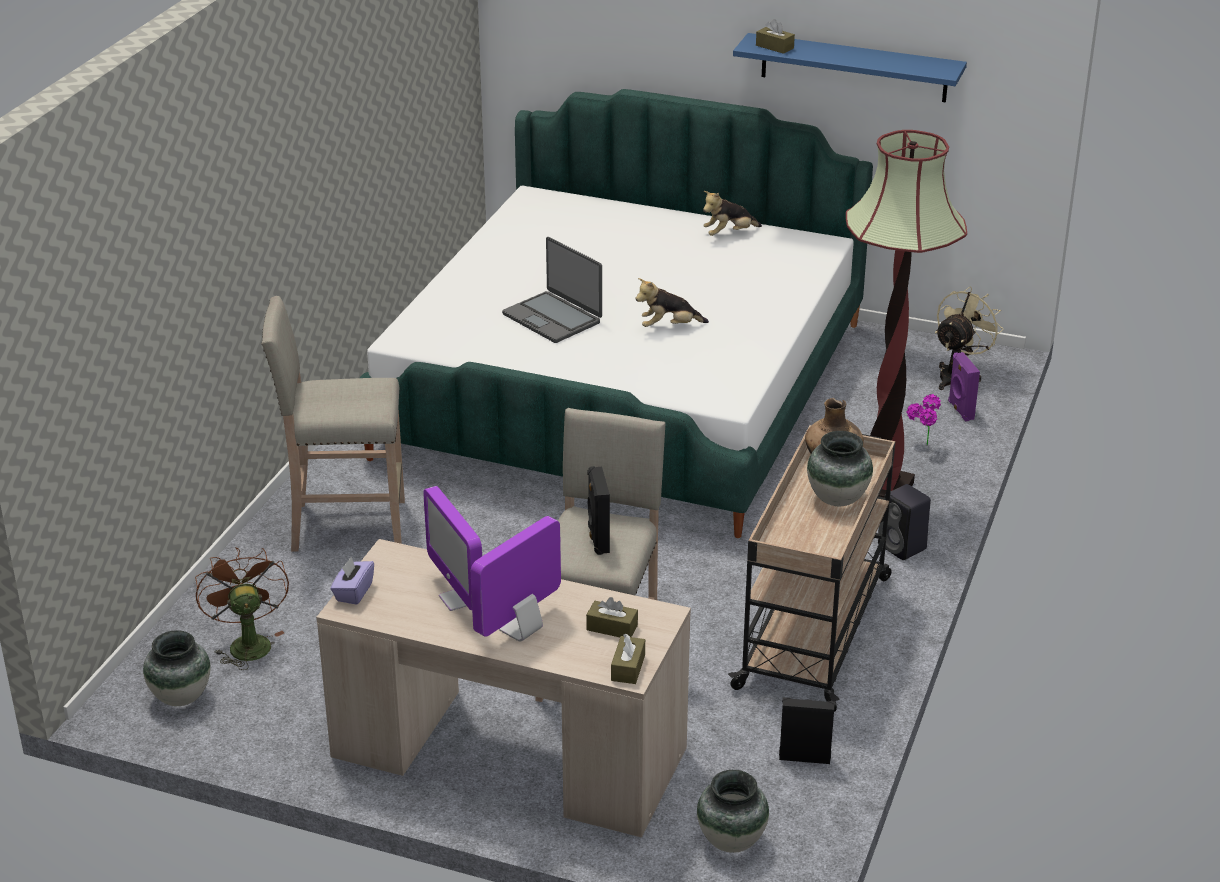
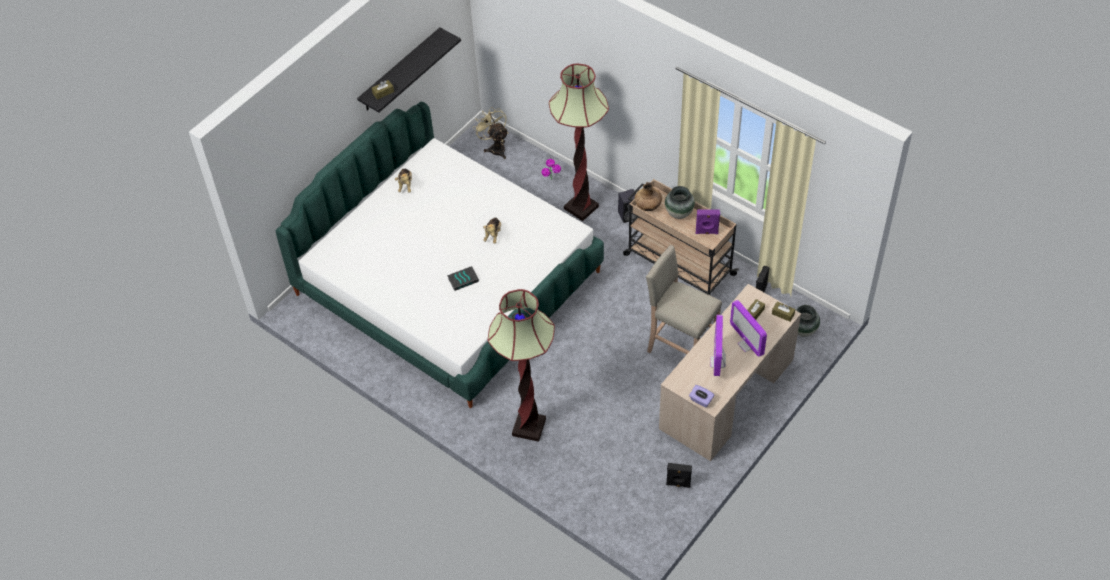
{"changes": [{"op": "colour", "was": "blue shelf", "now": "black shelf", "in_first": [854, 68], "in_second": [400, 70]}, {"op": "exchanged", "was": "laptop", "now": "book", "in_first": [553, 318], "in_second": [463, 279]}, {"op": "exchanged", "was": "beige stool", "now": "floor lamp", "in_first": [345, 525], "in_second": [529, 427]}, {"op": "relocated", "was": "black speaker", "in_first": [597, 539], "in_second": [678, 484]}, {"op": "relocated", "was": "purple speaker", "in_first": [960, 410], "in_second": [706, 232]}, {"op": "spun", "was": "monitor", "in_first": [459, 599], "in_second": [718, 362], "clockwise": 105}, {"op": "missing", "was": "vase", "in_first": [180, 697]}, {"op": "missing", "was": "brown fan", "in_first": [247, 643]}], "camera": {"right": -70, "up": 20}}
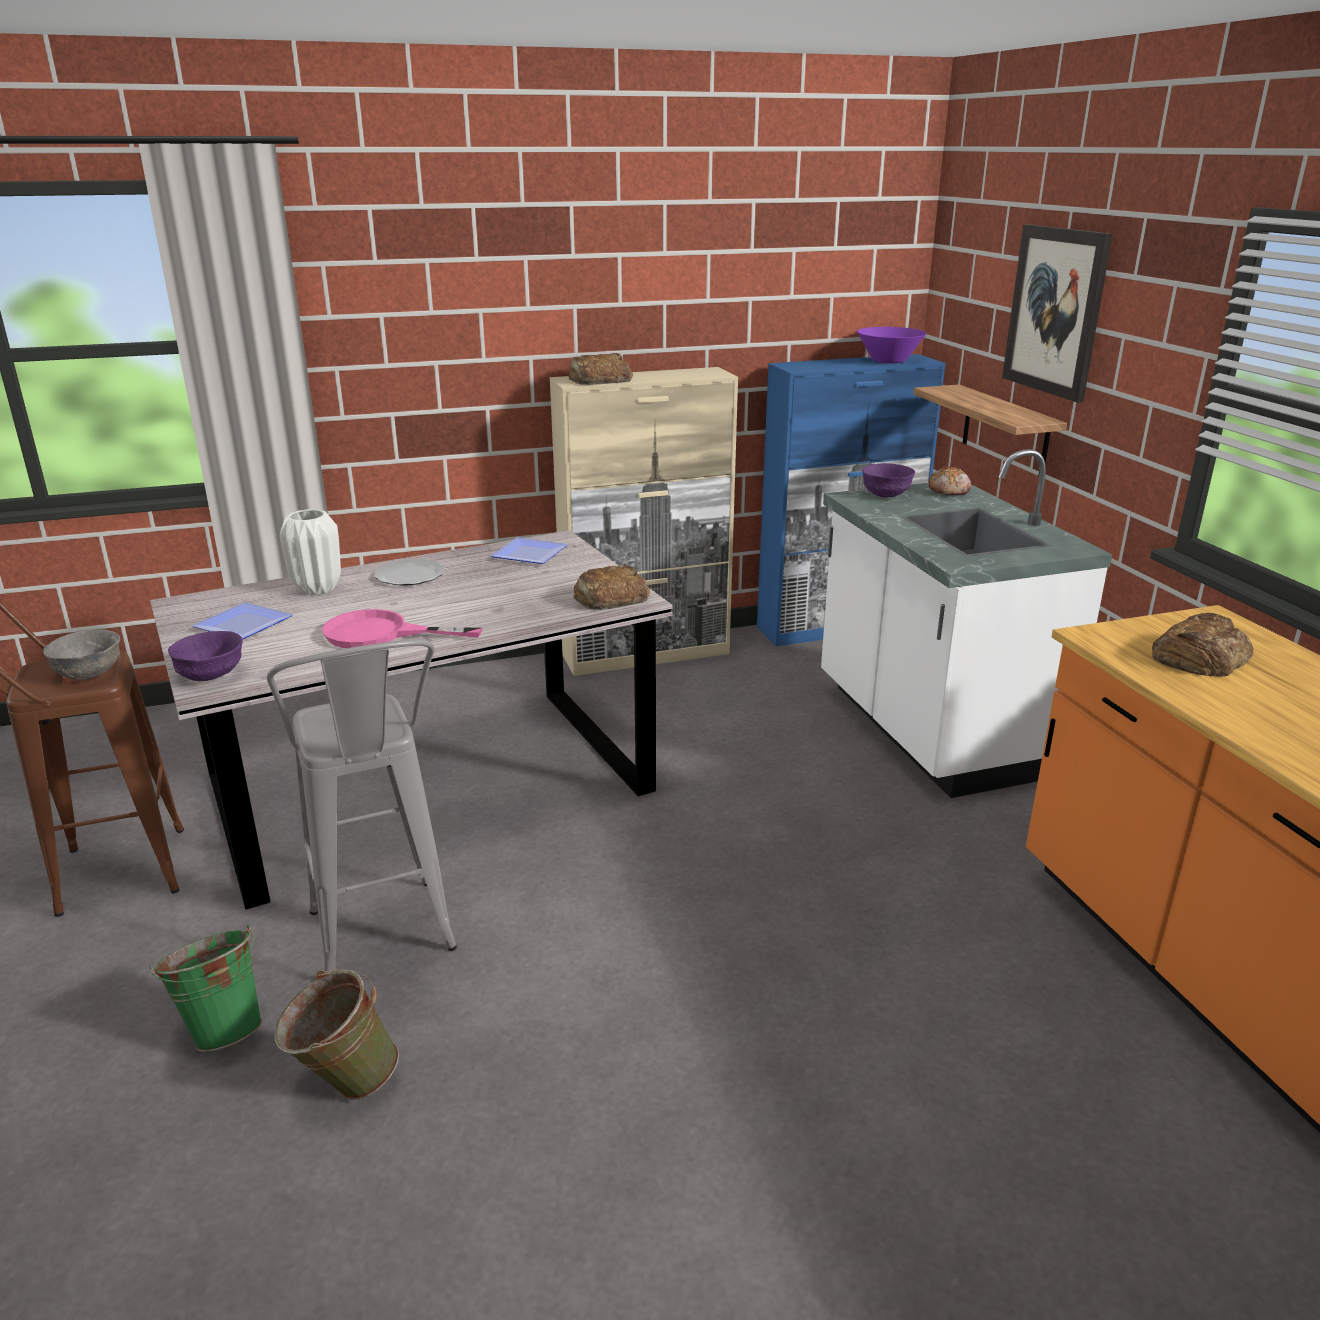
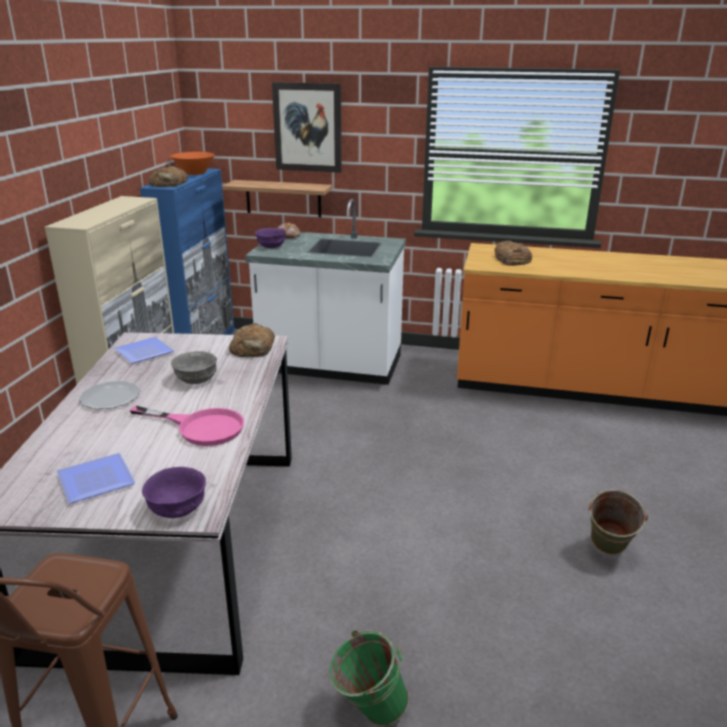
{"changes": [{"op": "spun", "was": "pink frying pan", "in_first": [381, 634], "in_second": [201, 427], "clockwise": -105}, {"op": "relocated", "was": "bread", "in_first": [598, 379], "in_second": [169, 183]}, {"op": "colour", "was": "purple bowl", "now": "orange bowl", "in_first": [889, 361], "in_second": [194, 173]}, {"op": "relocated", "was": "grey bowl", "in_first": [90, 673], "in_second": [197, 379]}, {"op": "relocated", "was": "green bucket", "in_first": [343, 1082], "in_second": [607, 552]}, {"op": "missing", "was": "grey stool", "in_first": [386, 947]}, {"op": "missing", "was": "white vase", "in_first": [318, 589]}], "camera": {"right": -60, "up": 0}}
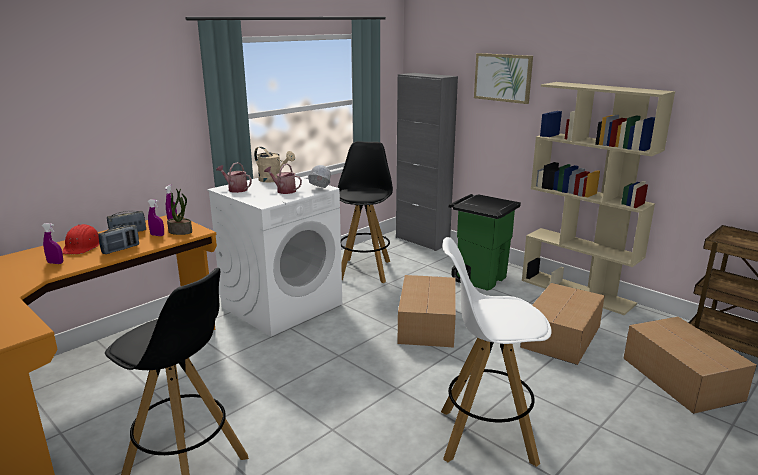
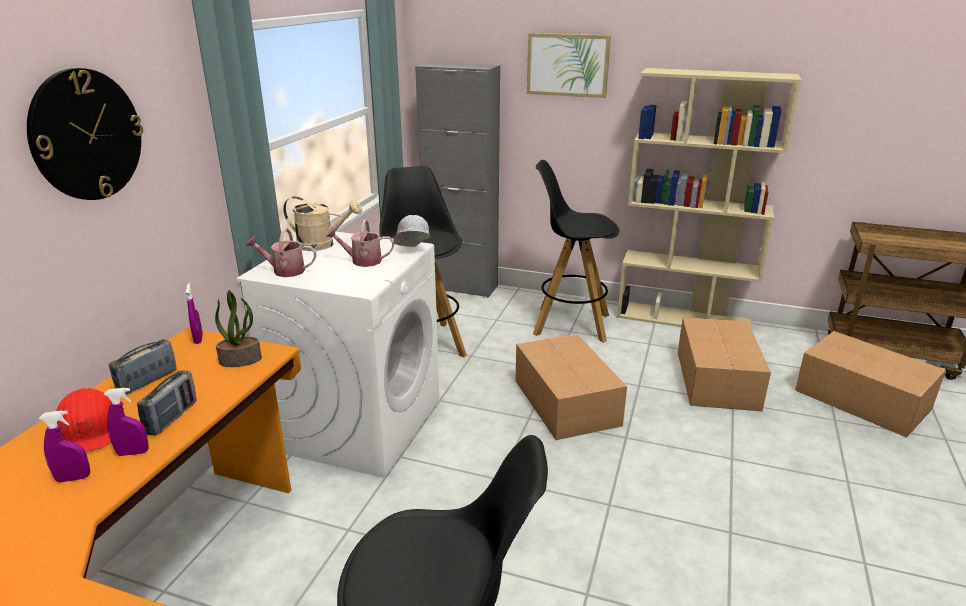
{"changes": [{"op": "appeared", "now": "wall clock", "in_second": [86, 135]}, {"op": "relocated", "was": "purple spray bottle", "in_first": [157, 235], "in_second": [133, 453]}, {"op": "exchanged", "was": "green trash can", "now": "black stool", "in_first": [479, 278], "in_second": [570, 324]}, {"op": "missing", "was": "white stool", "in_first": [485, 436]}], "camera": {"right": -25, "up": 5}}
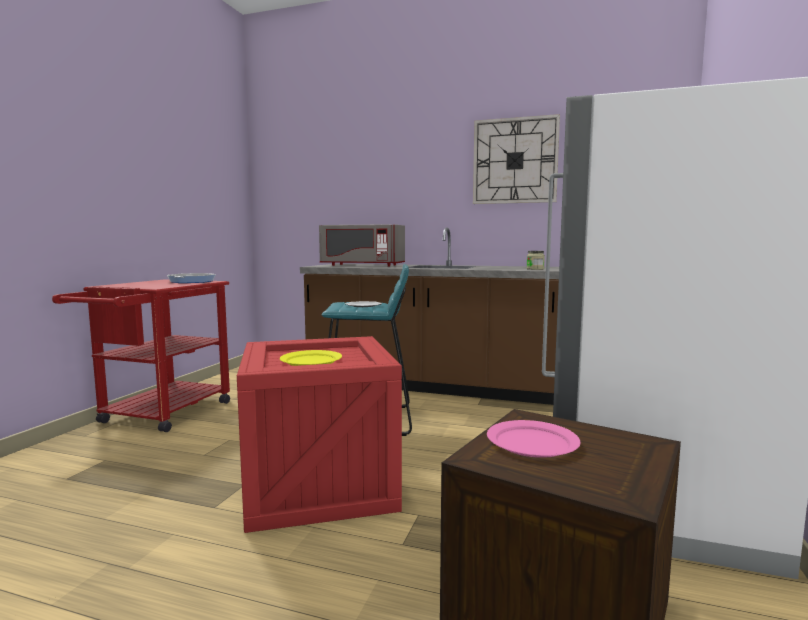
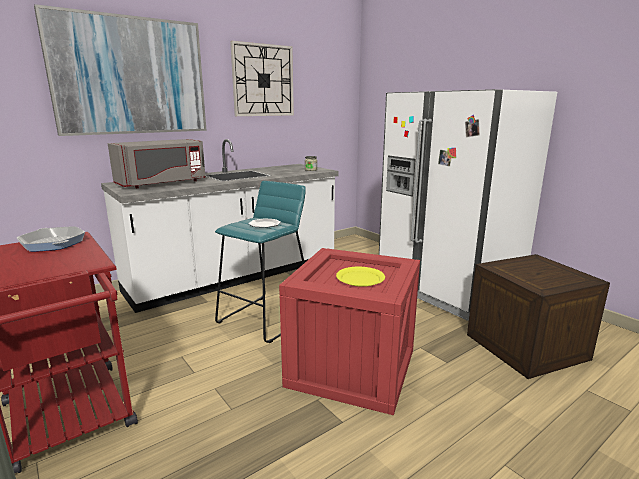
{"changes": [{"op": "appeared", "now": "picture", "in_second": [130, 76]}, {"op": "colour", "was": "brown counter", "now": "white counter", "in_first": [431, 385], "in_second": [236, 276]}, {"op": "missing", "was": "pink plate", "in_first": [531, 443]}], "camera": {"right": -55, "up": 10}}
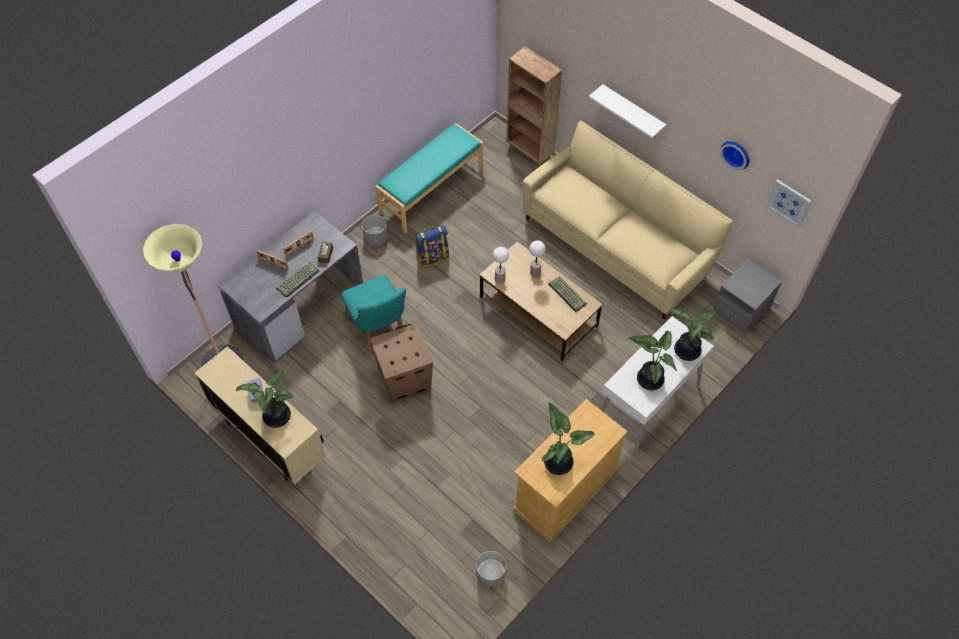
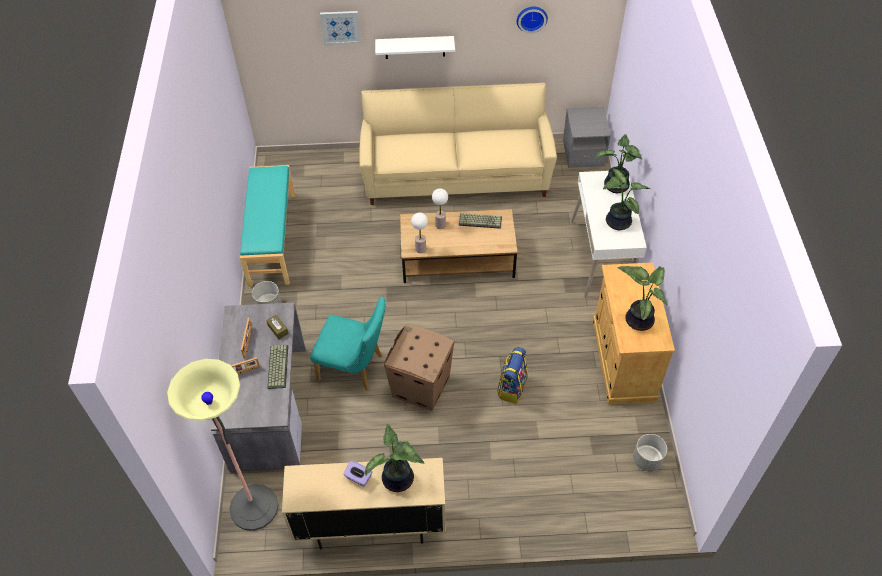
{"changes": [{"op": "relocated", "was": "picture", "in_first": [789, 202], "in_second": [340, 27]}, {"op": "relocated", "was": "backpack", "in_first": [432, 257], "in_second": [511, 387]}, {"op": "missing", "was": "brown bookcase", "in_first": [529, 155]}], "camera": {"right": -45, "up": -5}}
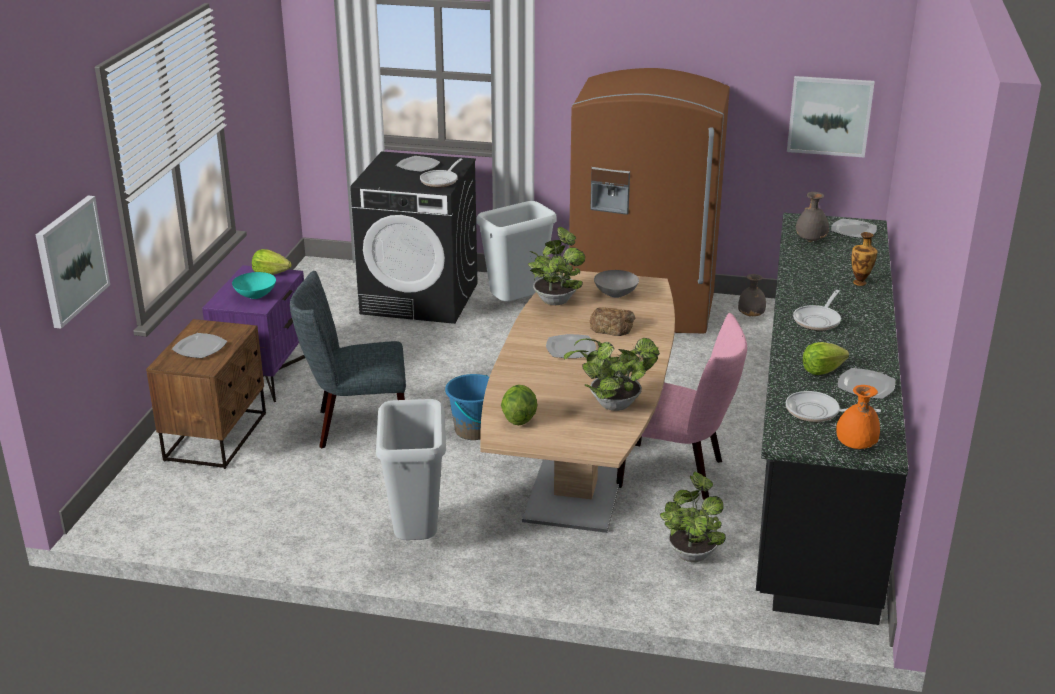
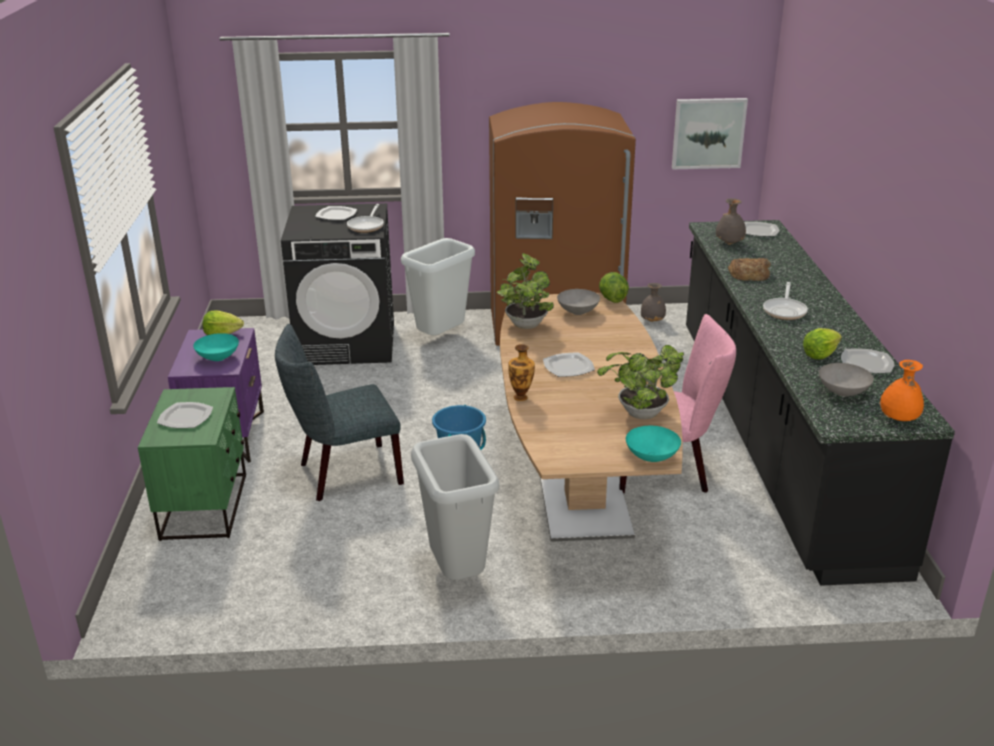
{"changes": [{"op": "colour", "was": "brown nightstand", "now": "green nightstand", "in_first": [217, 436], "in_second": [205, 506]}, {"op": "relocated", "was": "vase", "in_first": [860, 282], "in_second": [521, 397]}, {"op": "relocated", "was": "lettuce", "in_first": [518, 418], "in_second": [612, 299]}, {"op": "appeared", "now": "turquoise bowl", "in_second": [650, 457]}, {"op": "relocated", "was": "bread", "in_first": [611, 326], "in_second": [749, 274]}, {"op": "exchanged", "was": "frying pan", "now": "grey bowl", "in_first": [817, 412], "in_second": [843, 393]}, {"op": "missing", "was": "picture", "in_first": [71, 260]}, {"op": "missing", "was": "potted plant", "in_first": [691, 552]}], "camera": {"right": -15, "up": 0}}
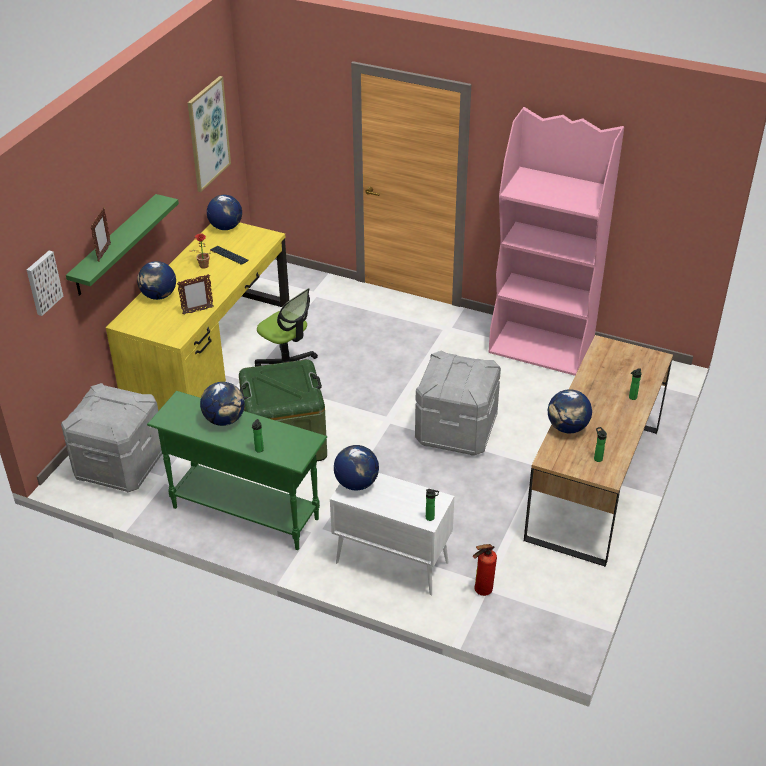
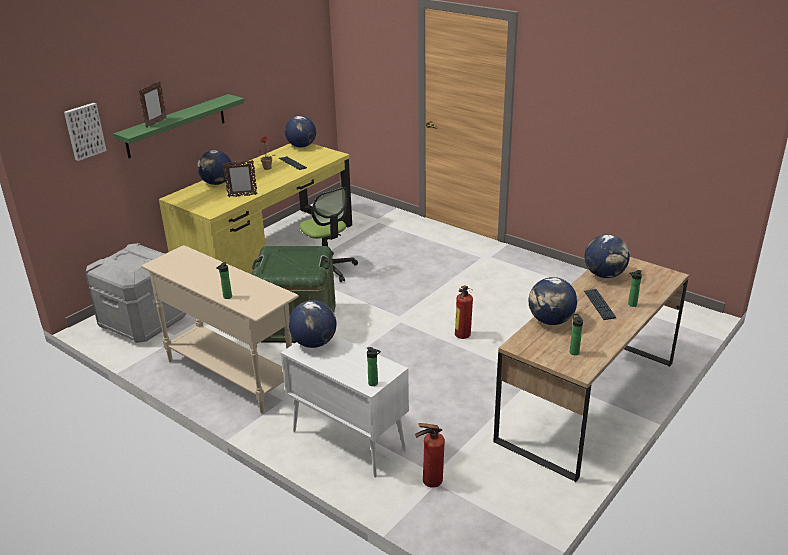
{"changes": [{"op": "colour", "was": "green console table", "now": "beige console table", "in_first": [245, 512], "in_second": [230, 374]}, {"op": "exchanged", "was": "grey storage box", "now": "fire extinguisher", "in_first": [456, 431], "in_second": [462, 337]}, {"op": "relocated", "was": "globe", "in_first": [224, 420], "in_second": [604, 275]}, {"op": "appeared", "now": "keyboard", "in_second": [599, 305]}, {"op": "missing", "was": "picture", "in_first": [208, 134]}, {"op": "missing", "was": "pink bookcase", "in_first": [542, 348]}], "camera": {"right": 15, "up": -10}}
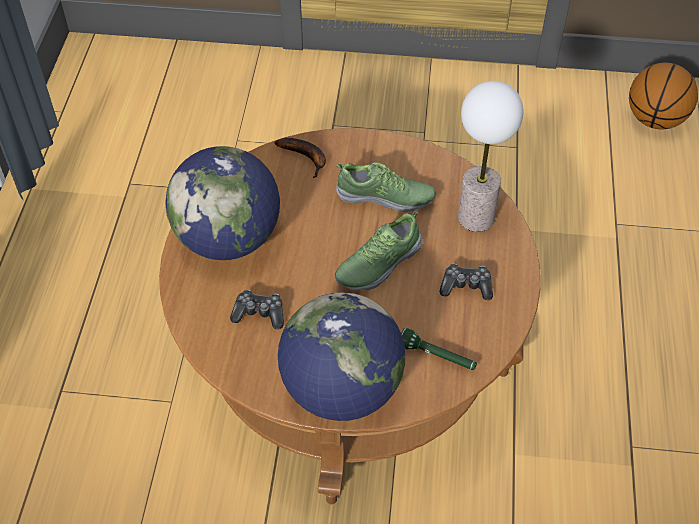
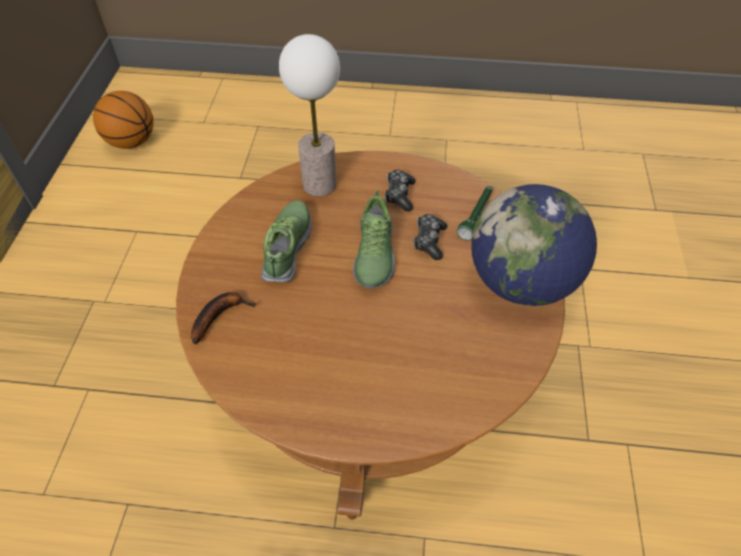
{"changes": [{"op": "spun", "was": "shoe", "in_first": [378, 263], "in_second": [373, 254], "clockwise": 45}, {"op": "relocated", "was": "game controller", "in_first": [259, 314], "in_second": [429, 241]}, {"op": "missing", "was": "globe", "in_first": [228, 239]}], "camera": {"right": -90, "up": 0}}
